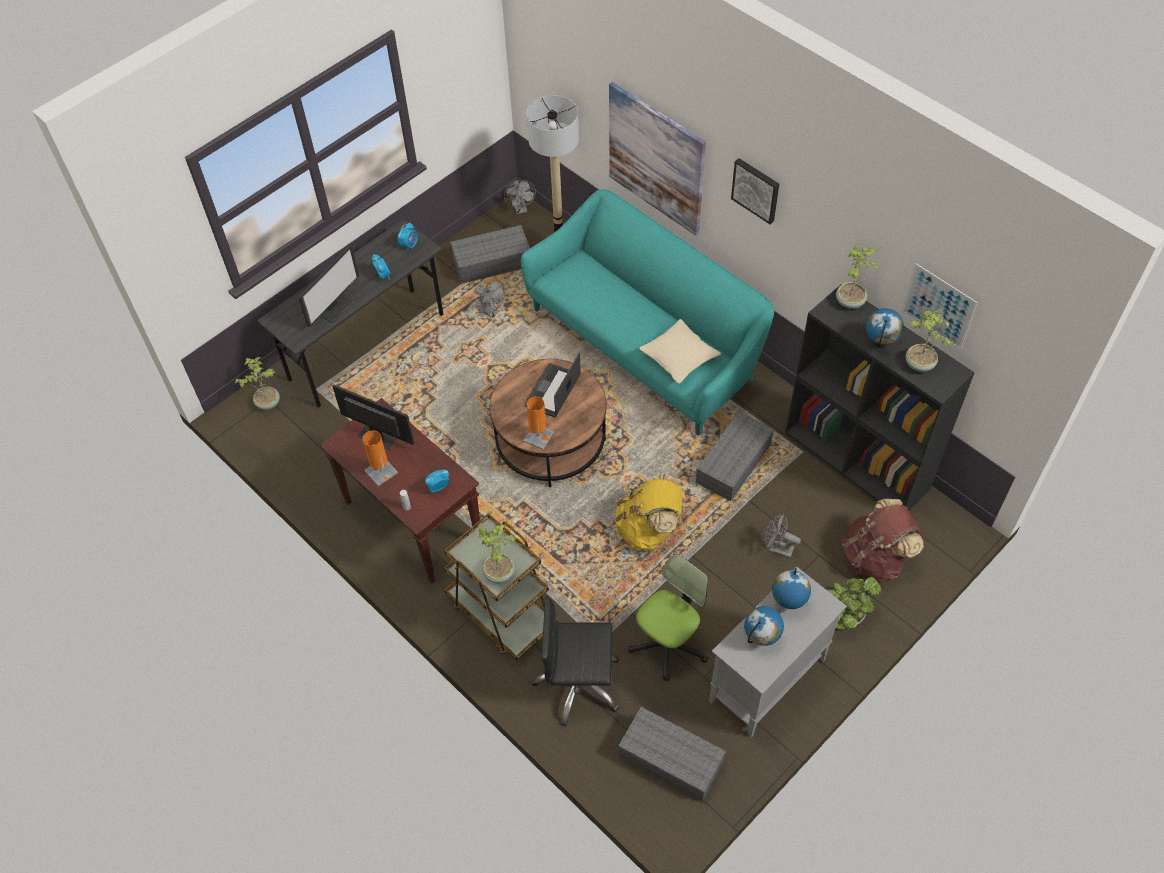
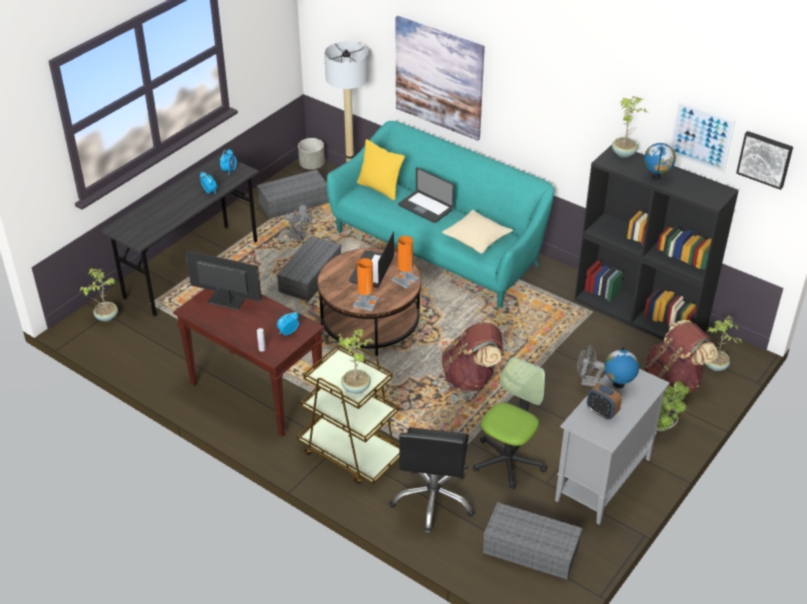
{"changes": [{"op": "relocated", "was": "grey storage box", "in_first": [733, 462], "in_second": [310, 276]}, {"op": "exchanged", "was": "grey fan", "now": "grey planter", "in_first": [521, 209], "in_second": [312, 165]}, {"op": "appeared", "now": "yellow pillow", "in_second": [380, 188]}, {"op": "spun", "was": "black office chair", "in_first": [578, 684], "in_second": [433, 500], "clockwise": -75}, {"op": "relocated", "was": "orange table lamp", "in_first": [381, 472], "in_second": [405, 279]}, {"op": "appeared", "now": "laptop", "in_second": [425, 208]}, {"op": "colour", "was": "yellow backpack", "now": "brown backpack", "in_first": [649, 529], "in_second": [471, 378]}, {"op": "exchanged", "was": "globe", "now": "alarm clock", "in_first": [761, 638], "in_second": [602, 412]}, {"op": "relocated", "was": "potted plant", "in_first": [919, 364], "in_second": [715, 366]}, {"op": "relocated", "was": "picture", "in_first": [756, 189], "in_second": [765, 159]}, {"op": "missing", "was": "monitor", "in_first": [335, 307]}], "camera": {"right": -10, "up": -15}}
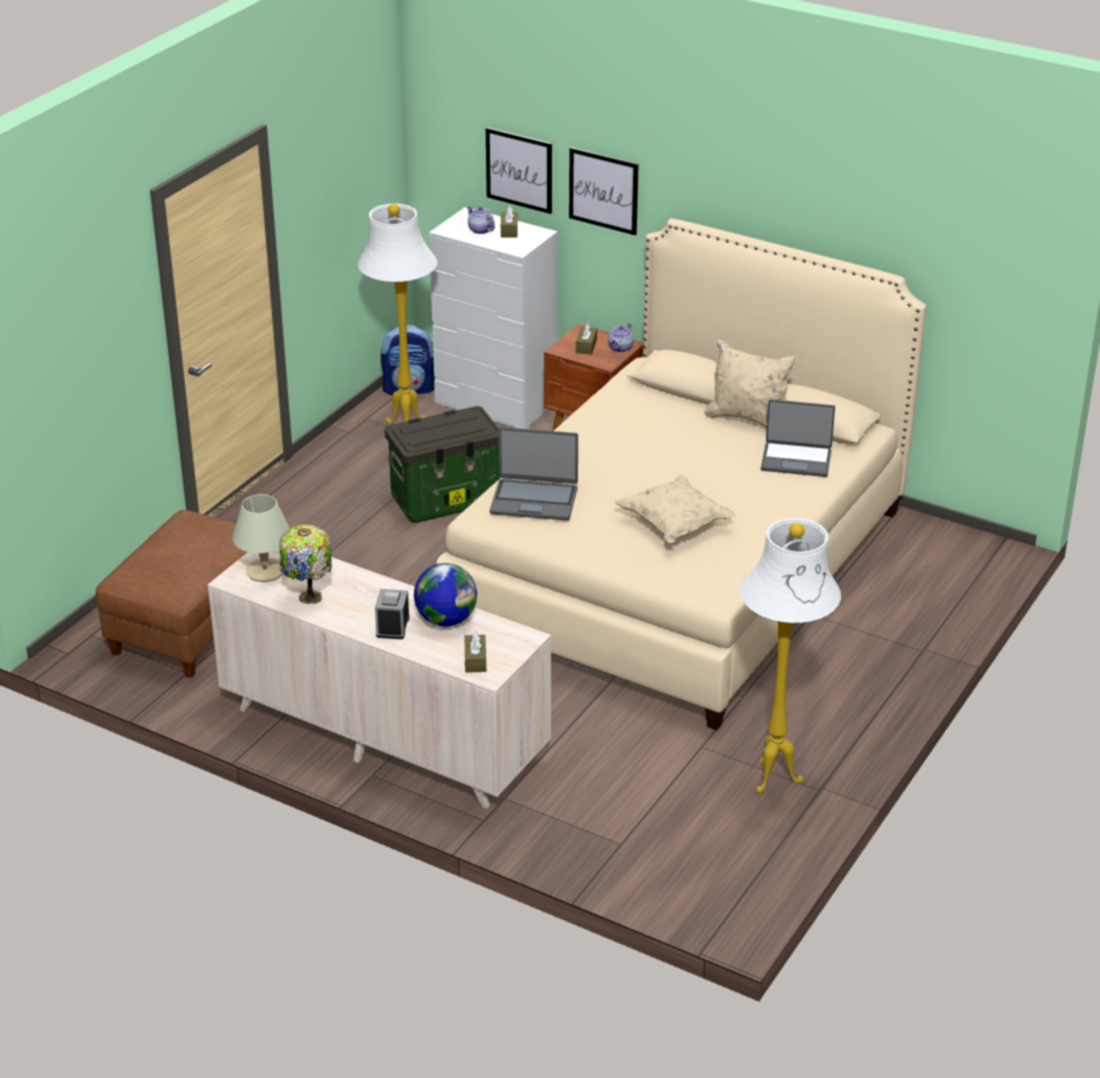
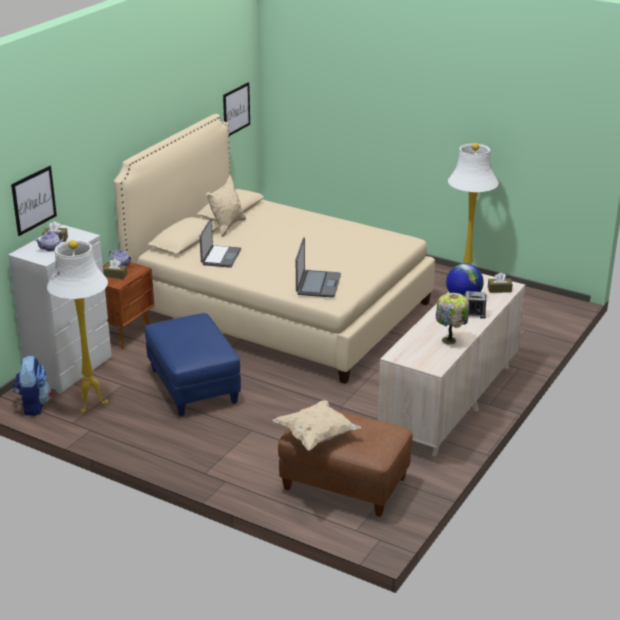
{"changes": [{"op": "exchanged", "was": "storage box", "now": "blue ottoman", "in_first": [446, 500], "in_second": [192, 386]}, {"op": "relocated", "was": "laptop", "in_first": [796, 460], "in_second": [220, 257]}, {"op": "relocated", "was": "picture", "in_first": [603, 190], "in_second": [236, 109]}, {"op": "relocated", "was": "beige pillow", "in_first": [675, 525], "in_second": [316, 436]}, {"op": "missing", "was": "beige table lamp", "in_first": [265, 571]}], "camera": {"right": -90, "up": -5}}
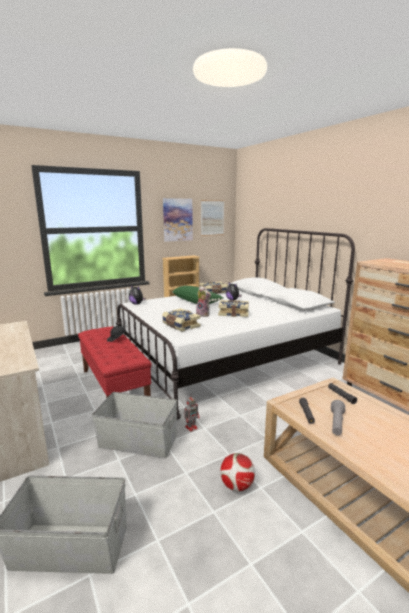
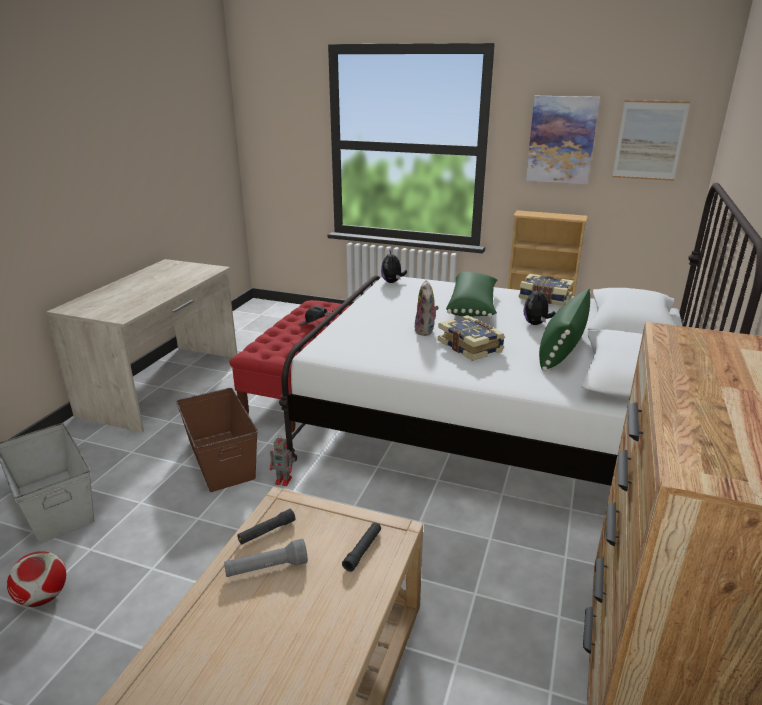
{"changes": [{"op": "relocated", "was": "football", "in_first": [237, 486], "in_second": [43, 597]}, {"op": "colour", "was": "grey storage box", "now": "brown storage box", "in_first": [138, 442], "in_second": [220, 459]}, {"op": "appeared", "now": "green pillow", "in_second": [561, 349]}, {"op": "missing", "was": "book", "in_first": [180, 325]}], "camera": {"right": 50, "up": 10}}
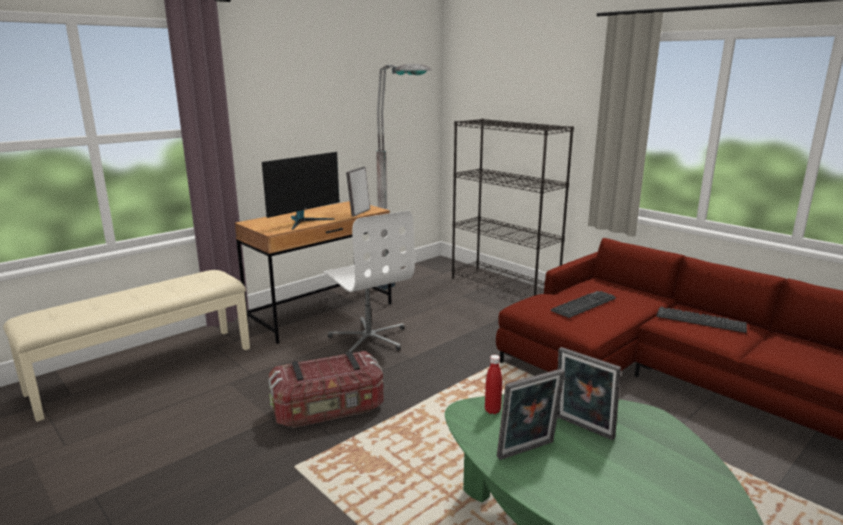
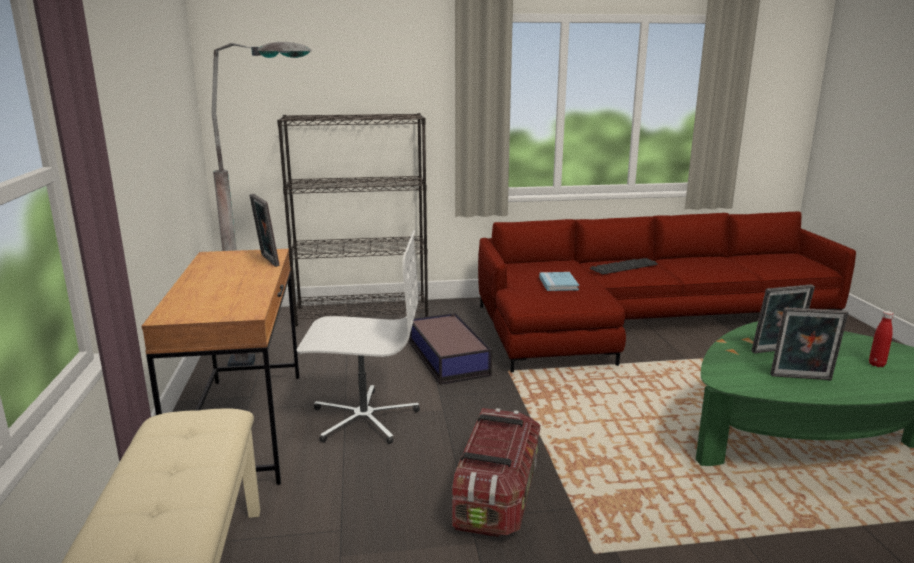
{"changes": [{"op": "appeared", "now": "storage box", "in_second": [448, 358]}, {"op": "exchanged", "was": "keyboard", "now": "blue book", "in_first": [583, 305], "in_second": [558, 283]}, {"op": "spun", "was": "picture frame", "in_first": [528, 451], "in_second": [801, 379], "clockwise": 90}, {"op": "relocated", "was": "red bottle", "in_first": [492, 410], "in_second": [876, 364]}, {"op": "missing", "was": "monitor", "in_first": [304, 221]}], "camera": {"right": -55, "up": 0}}
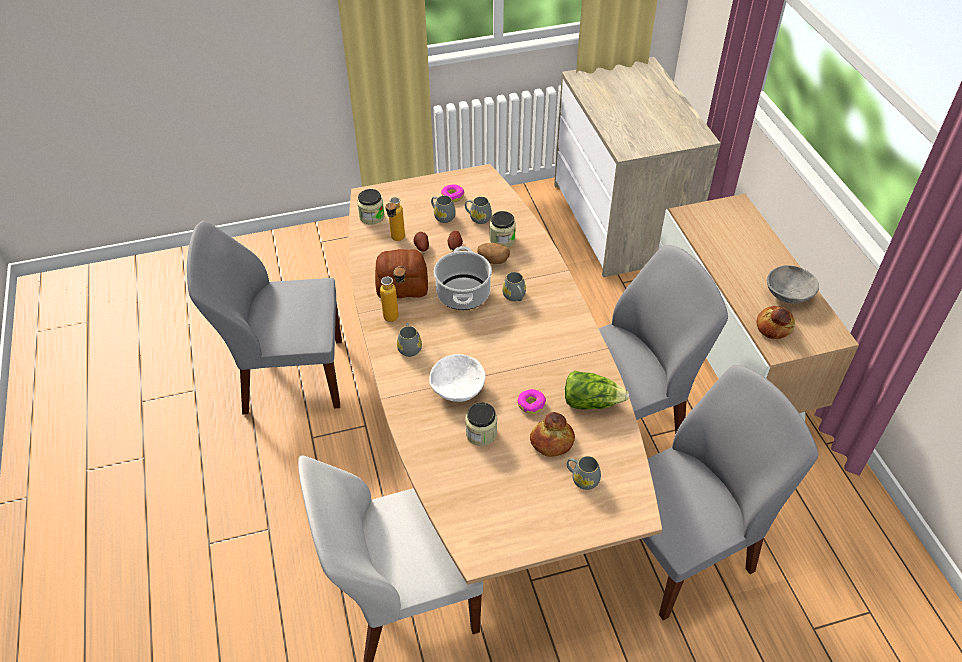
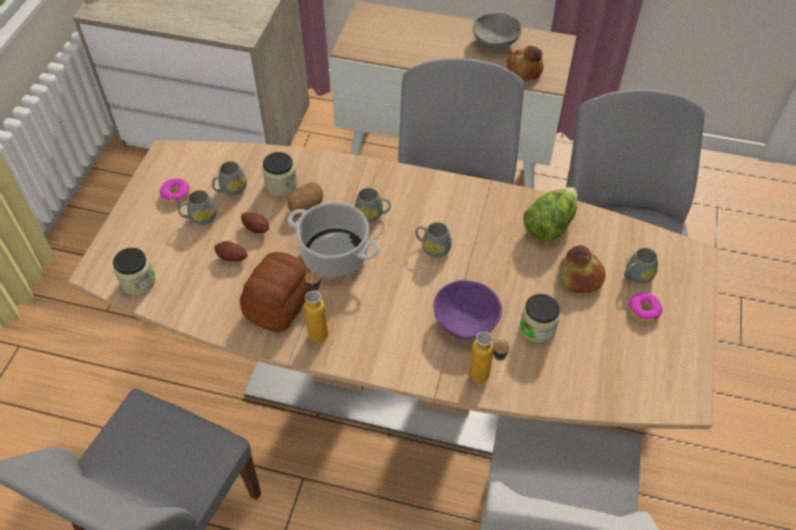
{"changes": [{"op": "relocated", "was": "grey mug", "in_first": [409, 347], "in_second": [432, 247]}, {"op": "colour", "was": "white bowl", "now": "purple bowl", "in_first": [458, 388], "in_second": [464, 320]}, {"op": "relocated", "was": "bottle", "in_first": [396, 241], "in_second": [485, 380]}, {"op": "relocated", "was": "donut", "in_first": [531, 404], "in_second": [644, 310]}], "camera": {"right": -60, "up": 5}}
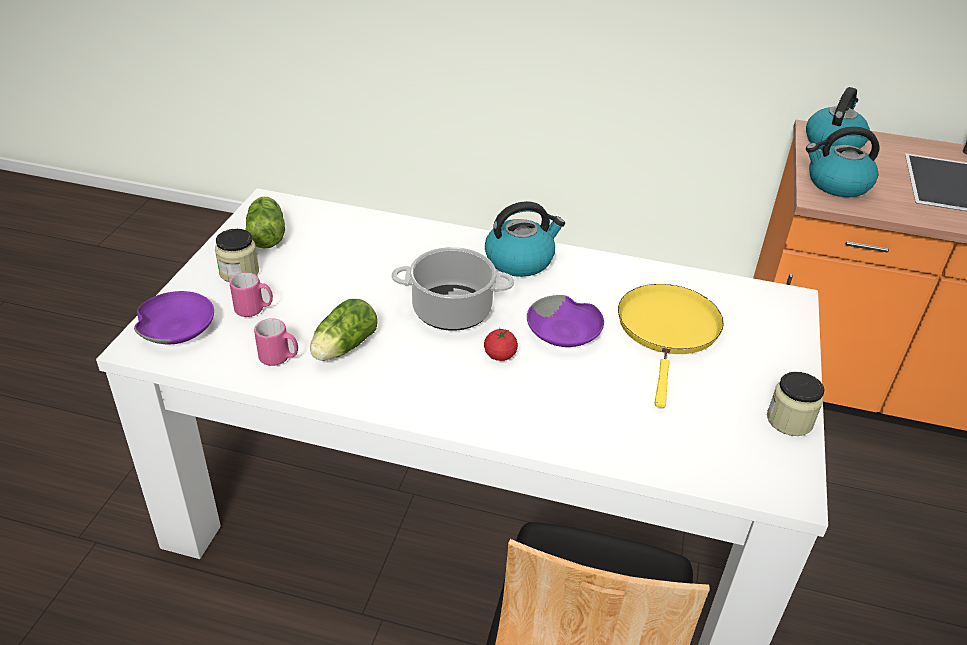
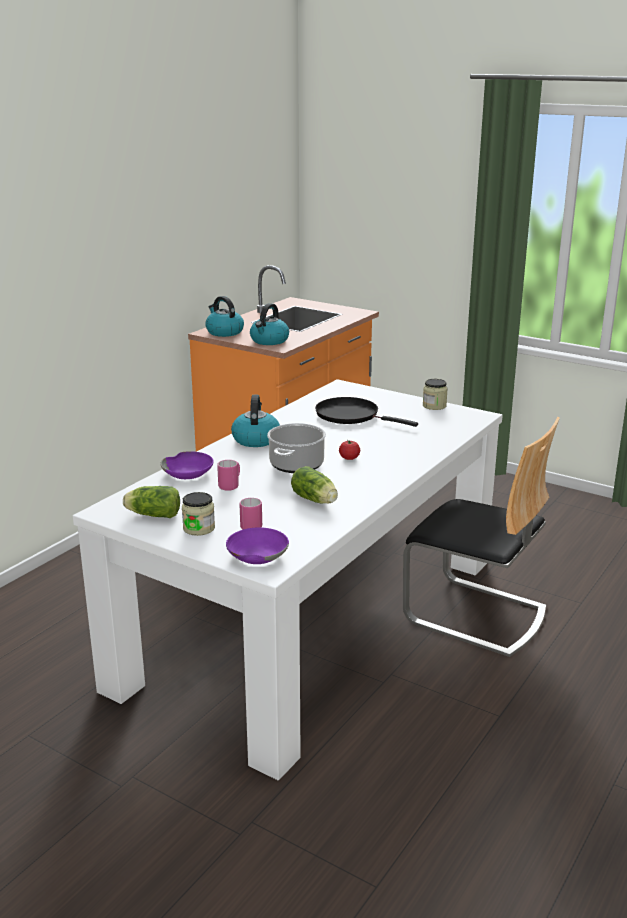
{"changes": [{"op": "relocated", "was": "purple bowl", "in_first": [564, 333], "in_second": [189, 473]}, {"op": "relocated", "was": "pink mug", "in_first": [279, 358], "in_second": [230, 485]}, {"op": "colour", "was": "yellow frying pan", "now": "black frying pan", "in_first": [668, 330], "in_second": [351, 415]}], "camera": {"right": -70, "up": -15}}
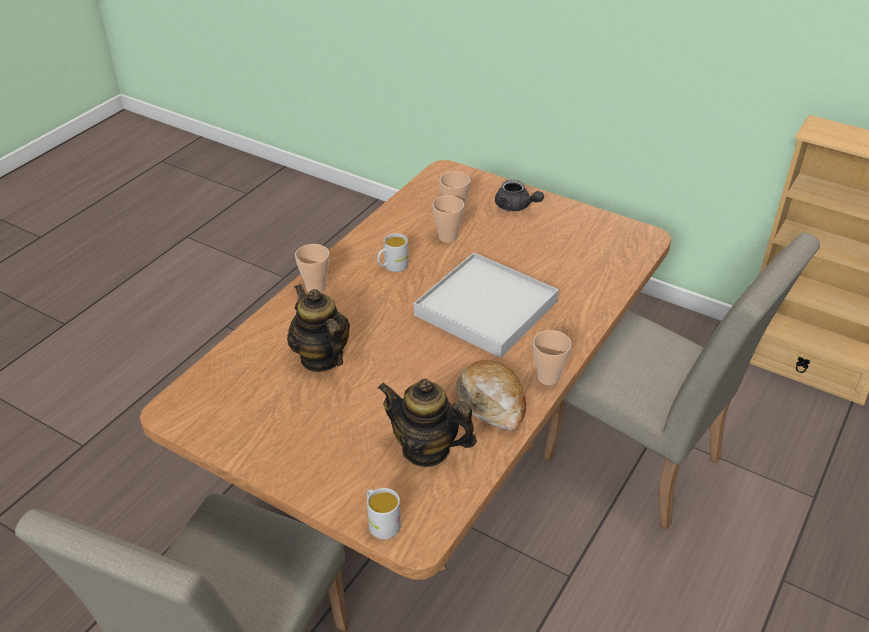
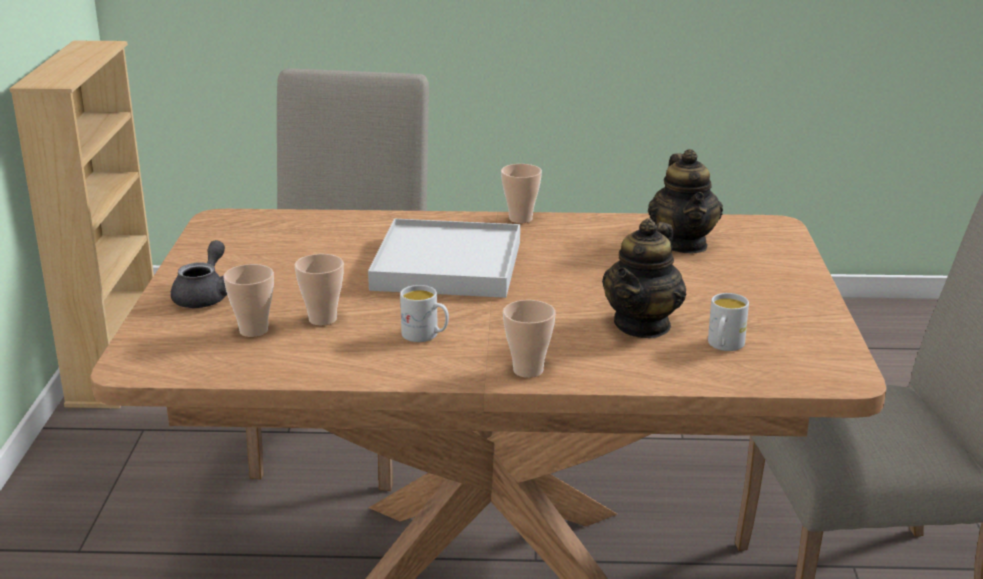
{"changes": [{"op": "relocated", "was": "white mug", "in_first": [381, 522], "in_second": [724, 346]}, {"op": "missing", "was": "bread", "in_first": [492, 403]}], "camera": {"right": -120, "up": -15}}
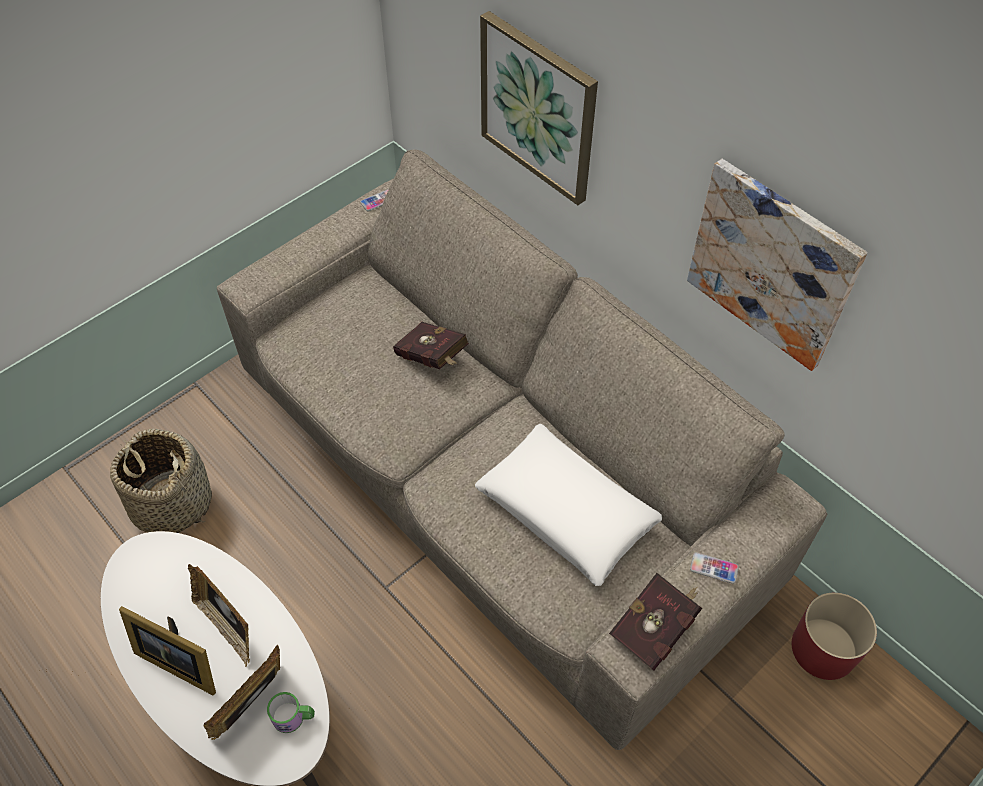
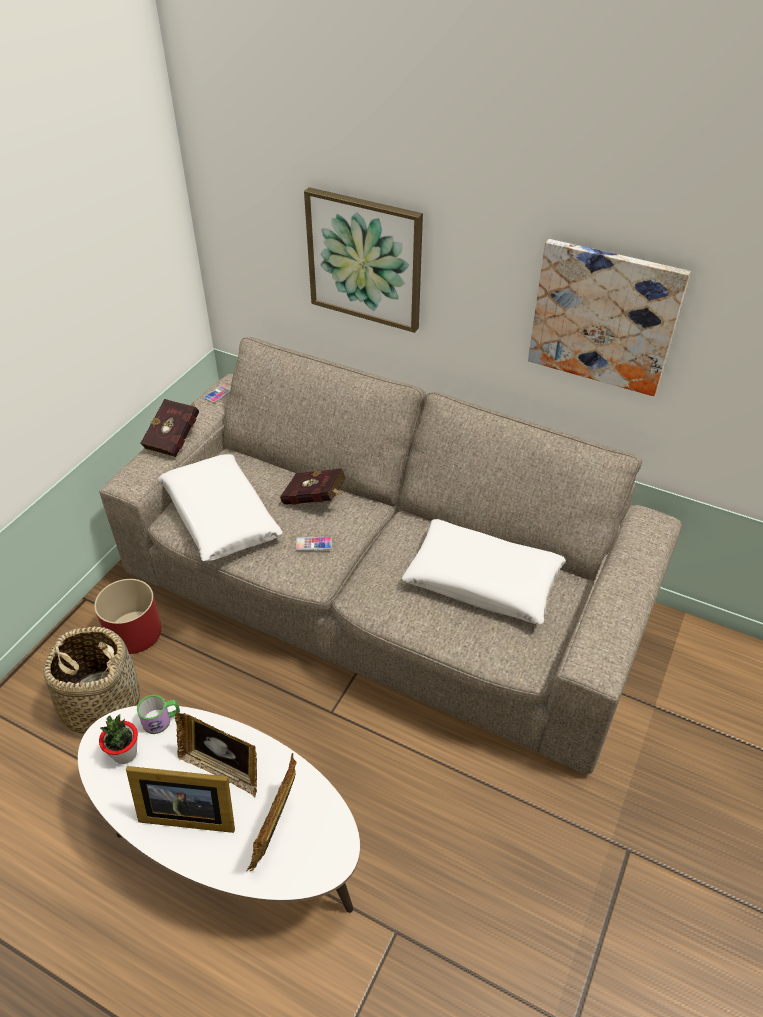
{"changes": [{"op": "relocated", "was": "red planter", "in_first": [824, 648], "in_second": [135, 632]}, {"op": "appeared", "now": "potted plant", "in_second": [125, 753]}, {"op": "relocated", "was": "mug", "in_first": [294, 717], "in_second": [162, 720]}, {"op": "relocated", "was": "red book", "in_first": [656, 628], "in_second": [175, 438]}, {"op": "appeared", "now": "white pillow", "in_second": [220, 516]}, {"op": "relocated", "was": "phone", "in_first": [714, 568], "in_second": [314, 544]}], "camera": {"right": -20, "up": -10}}
